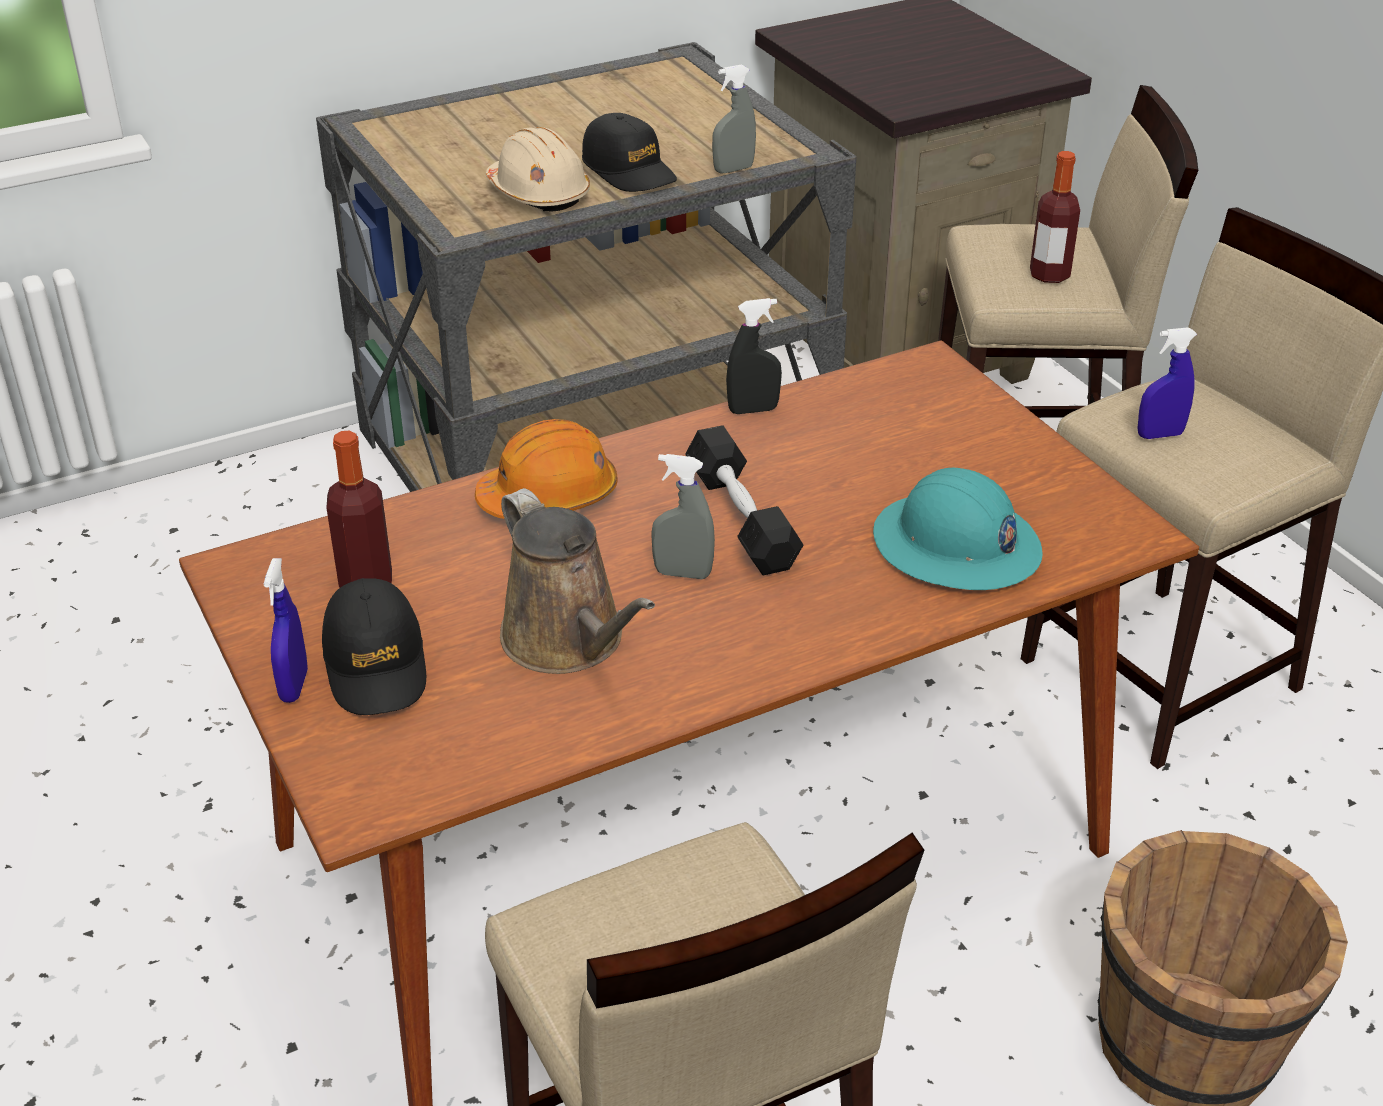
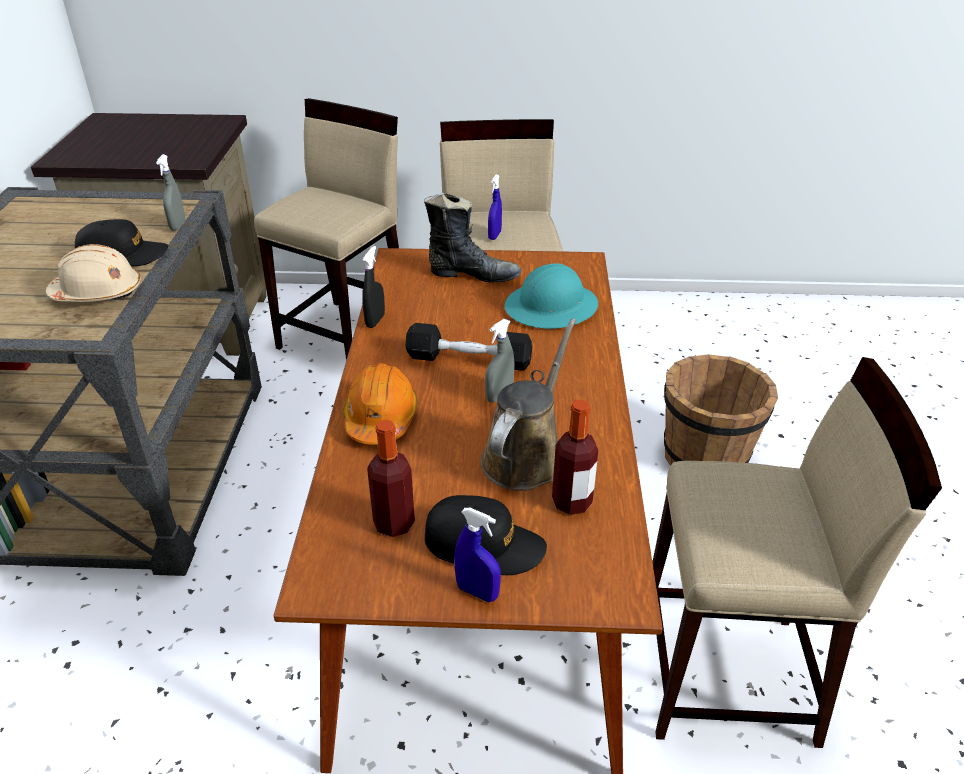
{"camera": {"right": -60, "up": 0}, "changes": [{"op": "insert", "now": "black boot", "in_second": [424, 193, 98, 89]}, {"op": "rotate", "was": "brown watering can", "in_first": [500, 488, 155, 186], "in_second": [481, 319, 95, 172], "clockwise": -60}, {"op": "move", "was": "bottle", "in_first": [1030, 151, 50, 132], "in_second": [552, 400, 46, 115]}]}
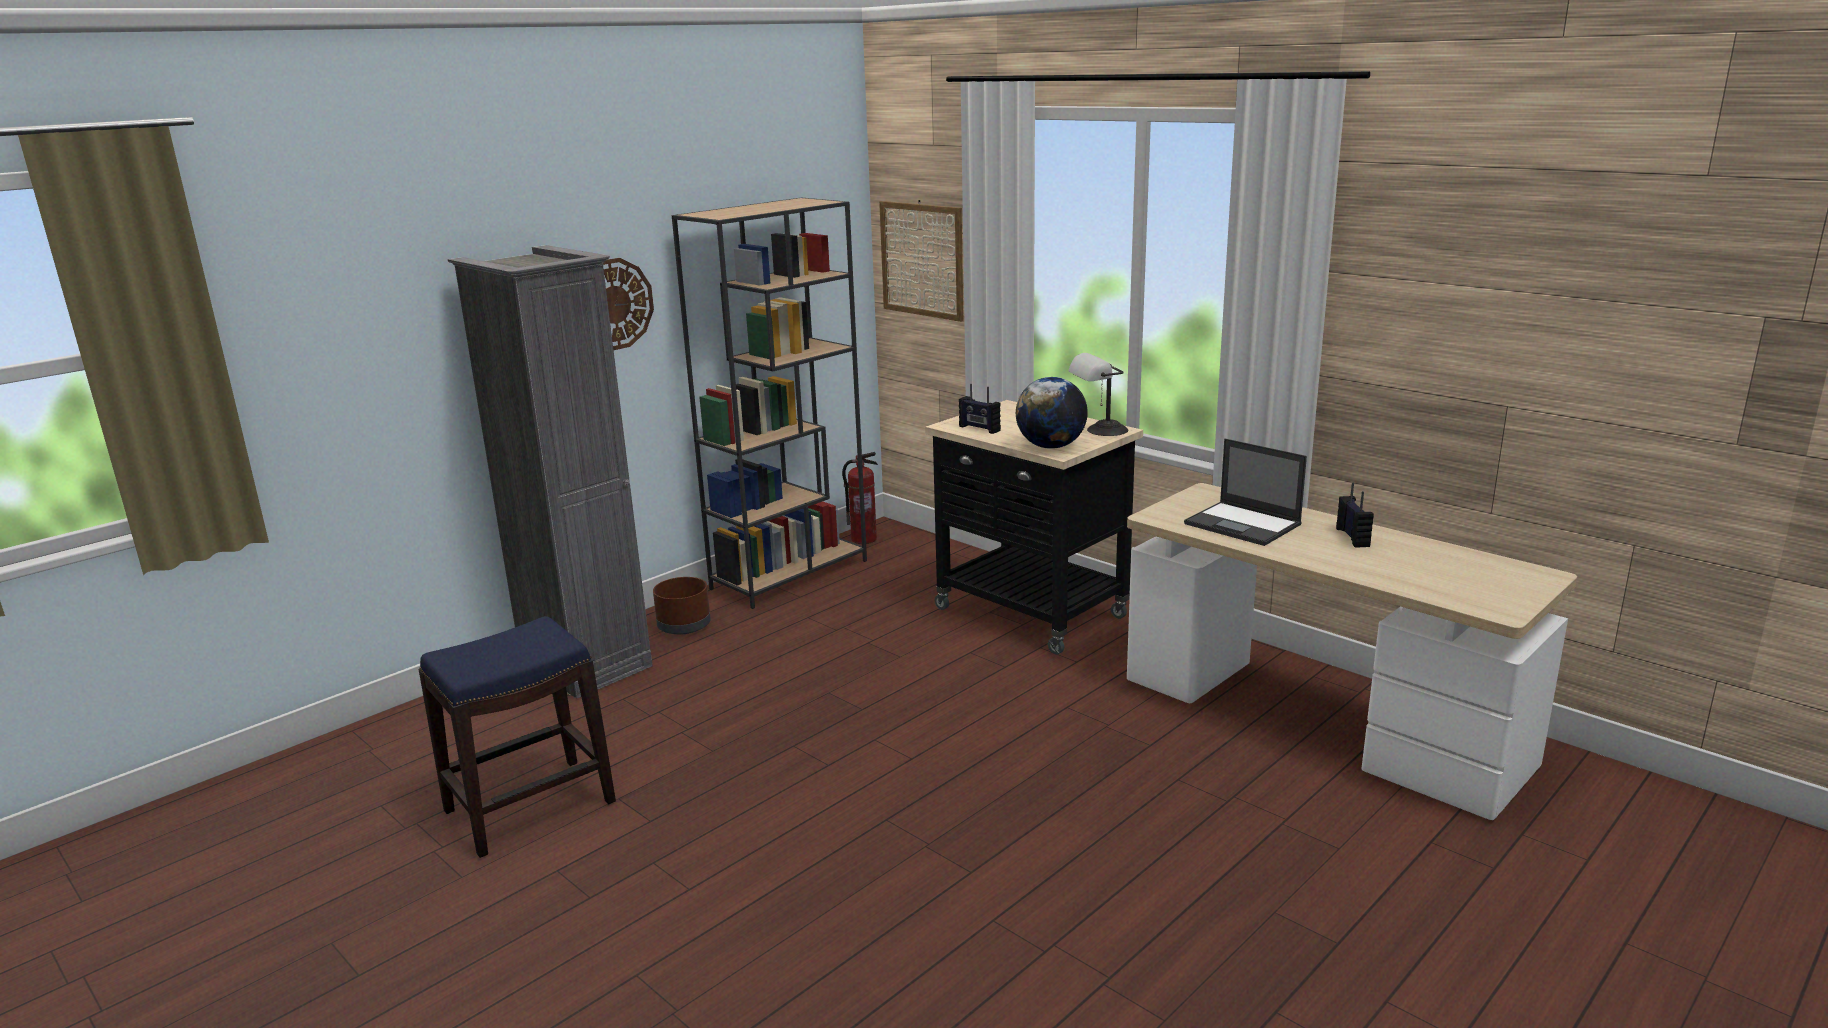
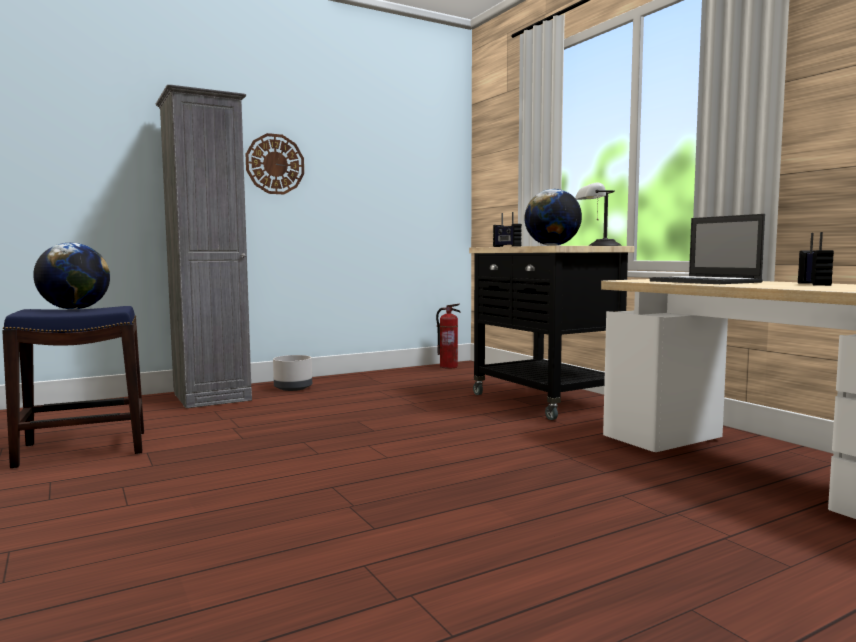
{"camera": {"right": 15, "up": -15}, "changes": [{"op": "insert", "now": "globe", "in_second": [33, 243, 77, 67]}, {"op": "recolor", "was": "brown planter", "now": "grey planter", "in_first": [653, 577, 58, 58], "in_second": [273, 355, 39, 36]}, {"op": "delete", "was": "bookcase", "in_first": [672, 198, 195, 411]}, {"op": "delete", "was": "picture", "in_first": [879, 200, 84, 122]}]}
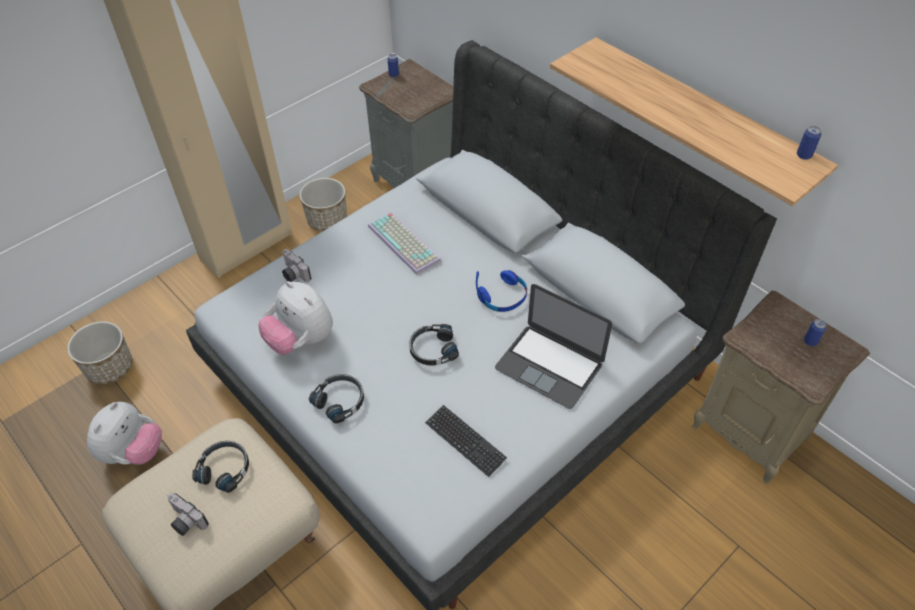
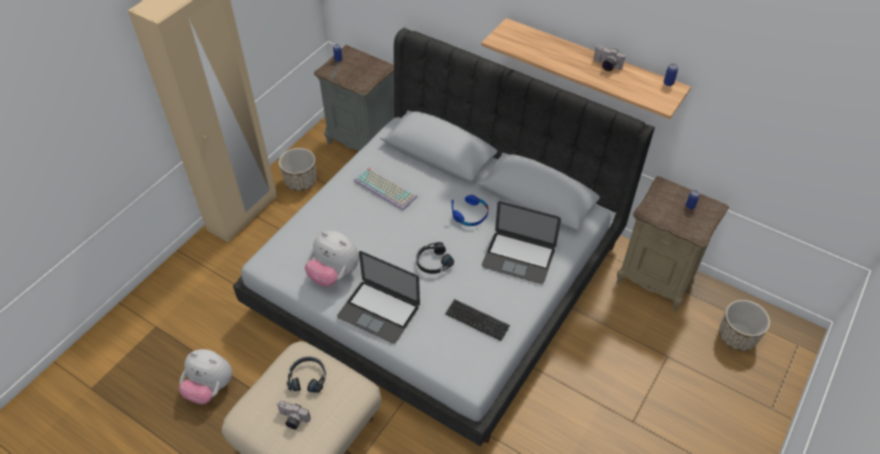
{"camera": {"right": -15, "up": 0}, "changes": [{"op": "rotate", "was": "plush toy", "in_first": [87, 402, 75, 63], "in_second": [179, 349, 53, 55], "clockwise": 105}, {"op": "replace", "was": "black headphones", "now": "laptop", "in_first": [309, 374, 55, 50], "in_second": [337, 251, 83, 93]}, {"op": "move", "was": "photo camera", "in_first": [282, 249, 29, 33], "in_second": [594, 45, 31, 26]}, {"op": "move", "was": "planter", "in_first": [67, 321, 65, 63], "in_second": [719, 300, 51, 51]}]}
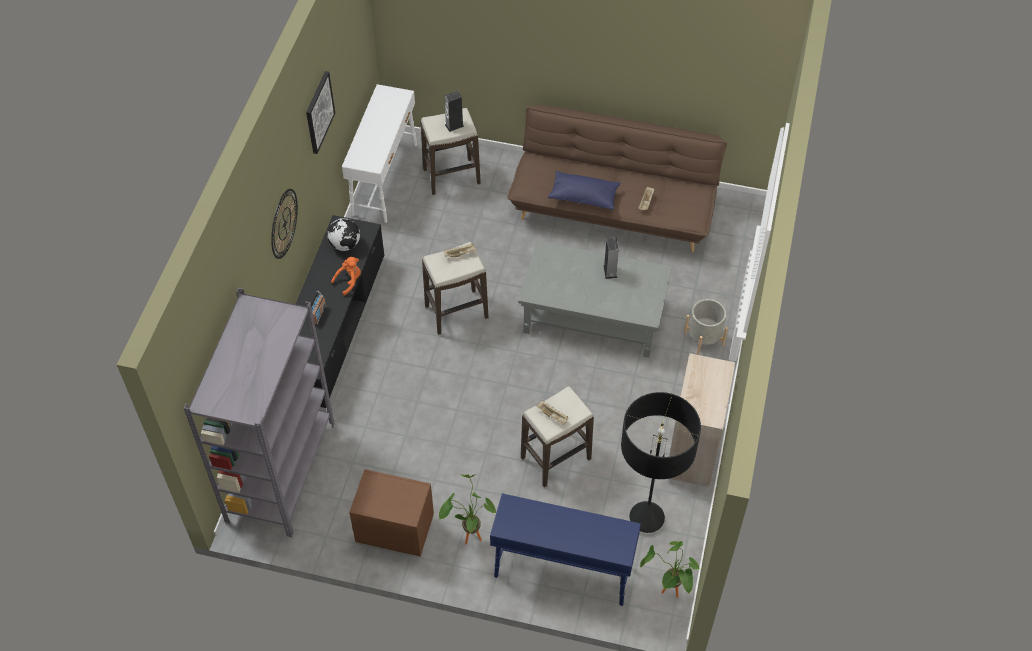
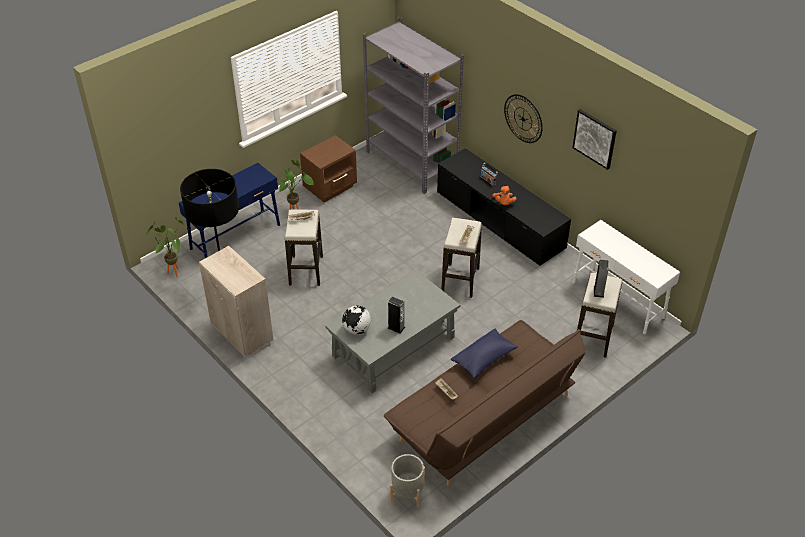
{"camera": {"right": 125, "up": -10}, "changes": [{"op": "move", "was": "globe", "in_first": [327, 218, 33, 33], "in_second": [342, 306, 29, 28]}, {"op": "move", "was": "grey planter", "in_first": [684, 299, 44, 56], "in_second": [390, 454, 35, 54]}]}
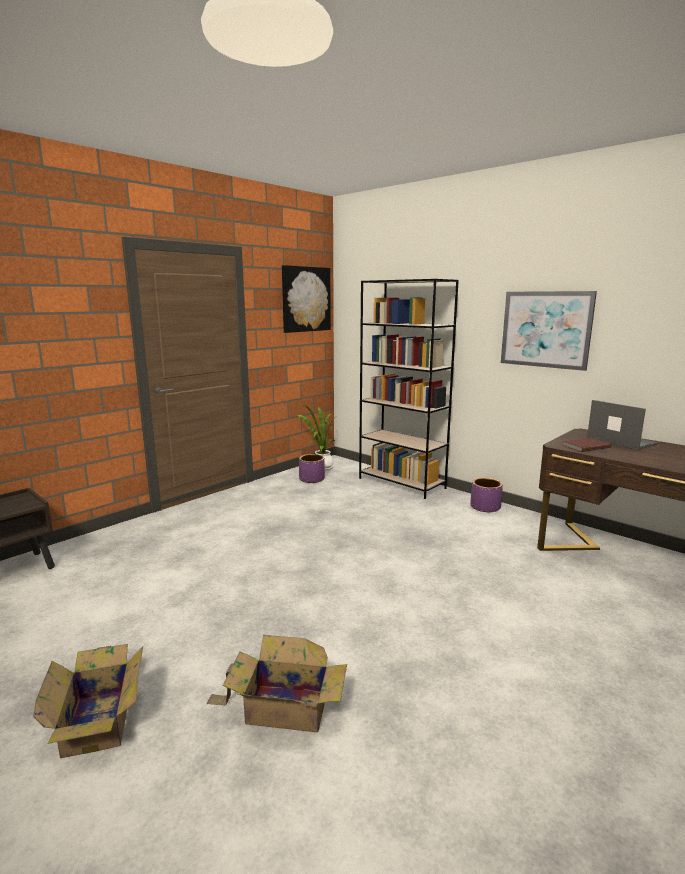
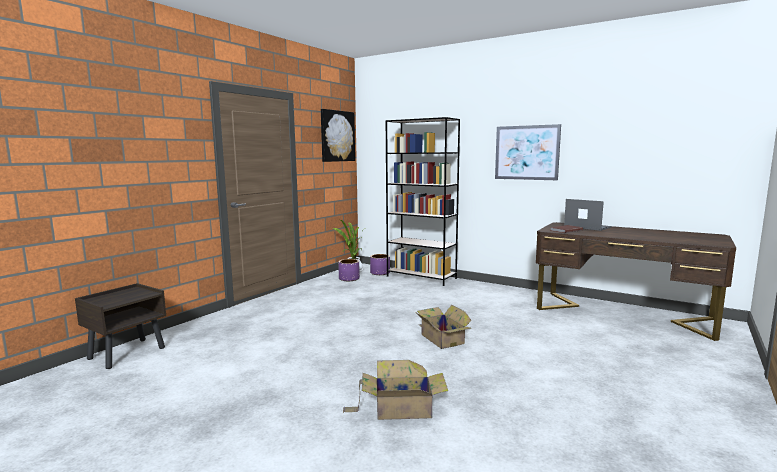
{"camera": {"right": -10, "up": -5}, "changes": [{"op": "move", "was": "purple planter", "in_first": [470, 478, 33, 34], "in_second": [370, 254, 20, 21]}, {"op": "move", "was": "cardboard box", "in_first": [33, 644, 110, 114], "in_second": [414, 305, 57, 44]}]}
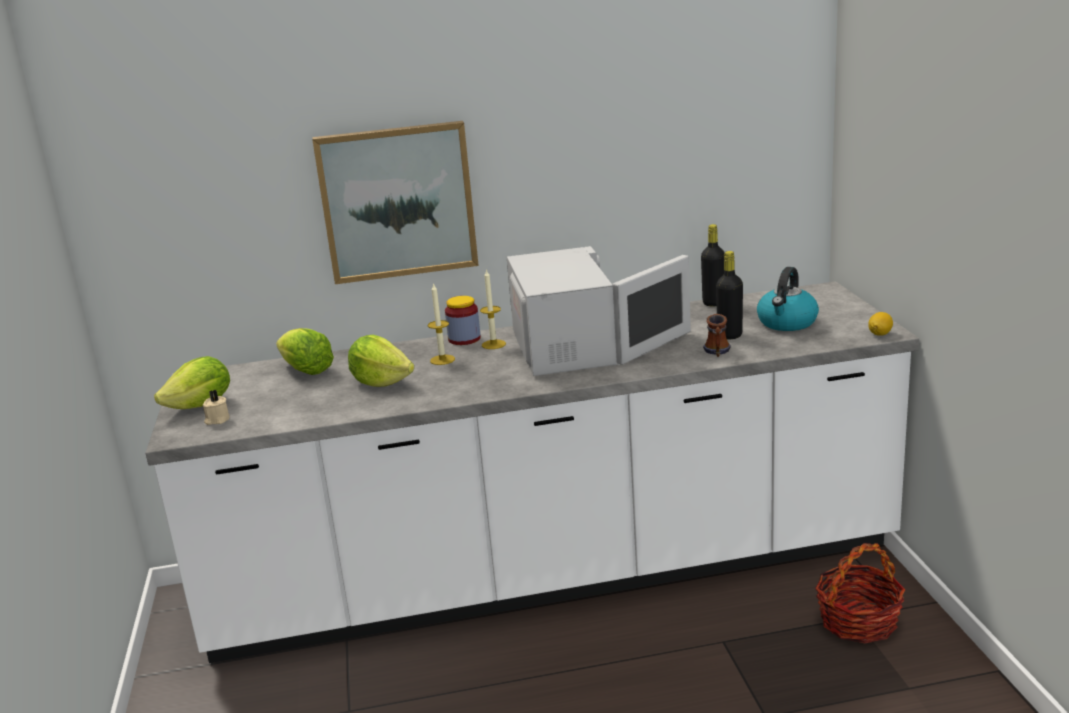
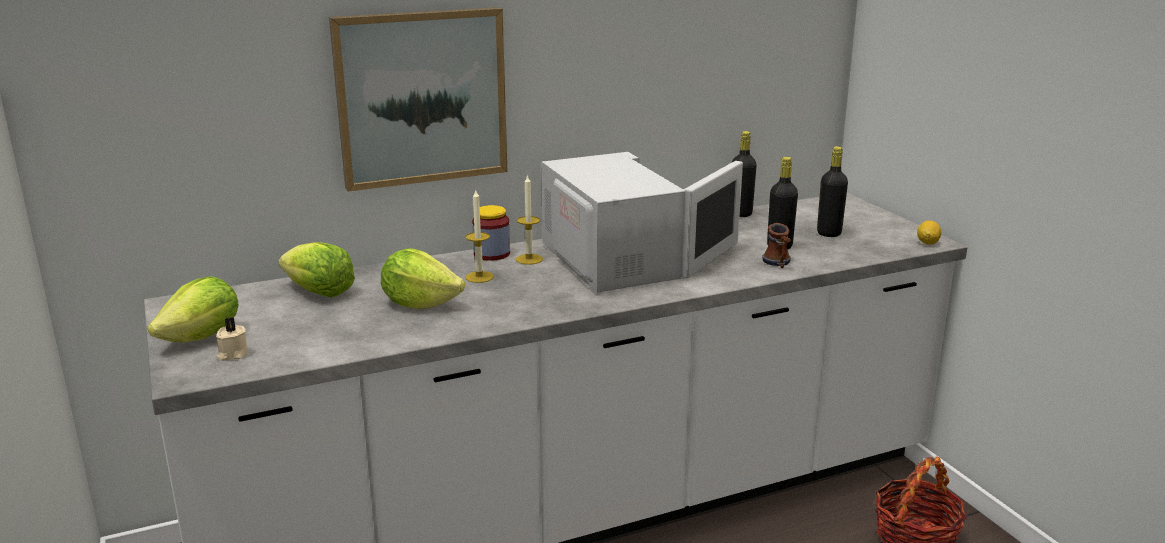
{"camera": {"right": -15, "up": 0}, "changes": [{"op": "replace", "was": "kettle", "now": "black bottle", "in_first": [757, 267, 62, 64], "in_second": [817, 146, 31, 91]}]}
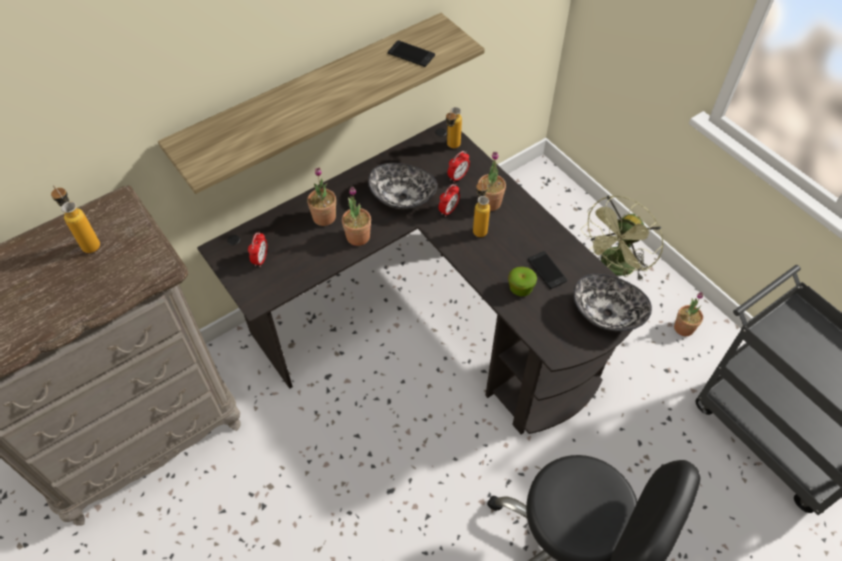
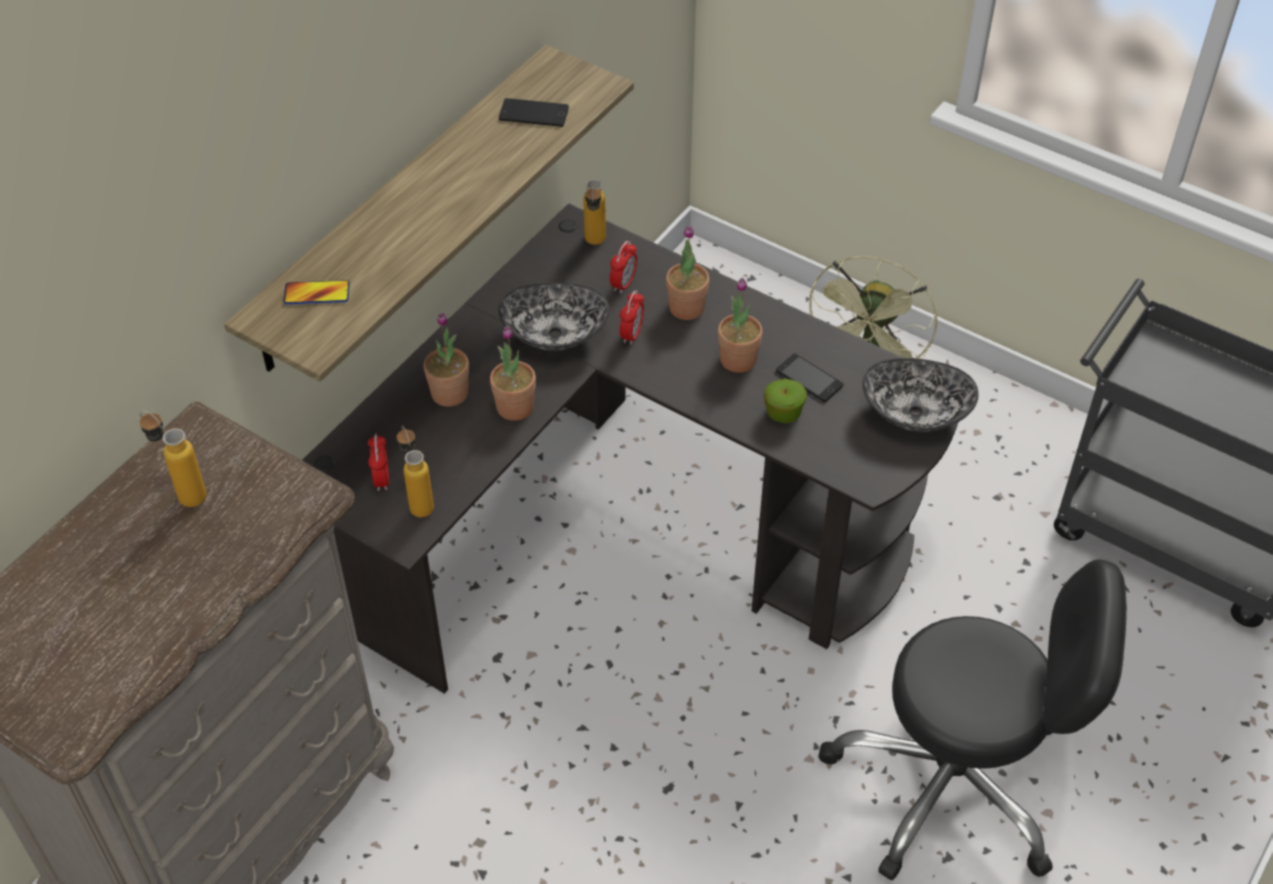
{"camera": {"right": -20, "up": -5}, "changes": [{"op": "insert", "now": "phone", "in_second": [283, 280, 67, 24]}, {"op": "move", "was": "bottle", "in_first": [473, 180, 17, 57], "in_second": [397, 425, 37, 92]}, {"op": "move", "was": "potted plant", "in_first": [674, 292, 29, 44], "in_second": [718, 278, 45, 95]}]}
